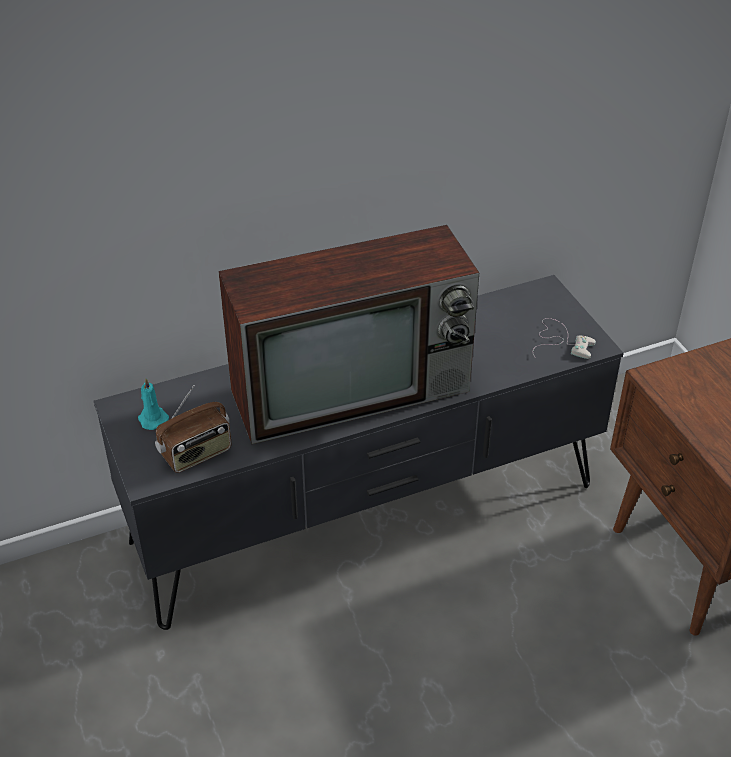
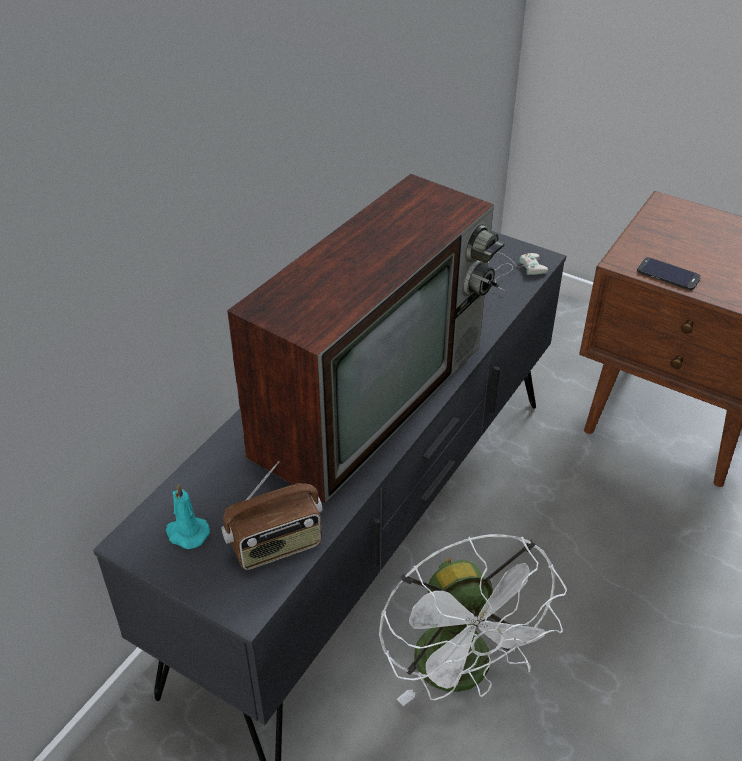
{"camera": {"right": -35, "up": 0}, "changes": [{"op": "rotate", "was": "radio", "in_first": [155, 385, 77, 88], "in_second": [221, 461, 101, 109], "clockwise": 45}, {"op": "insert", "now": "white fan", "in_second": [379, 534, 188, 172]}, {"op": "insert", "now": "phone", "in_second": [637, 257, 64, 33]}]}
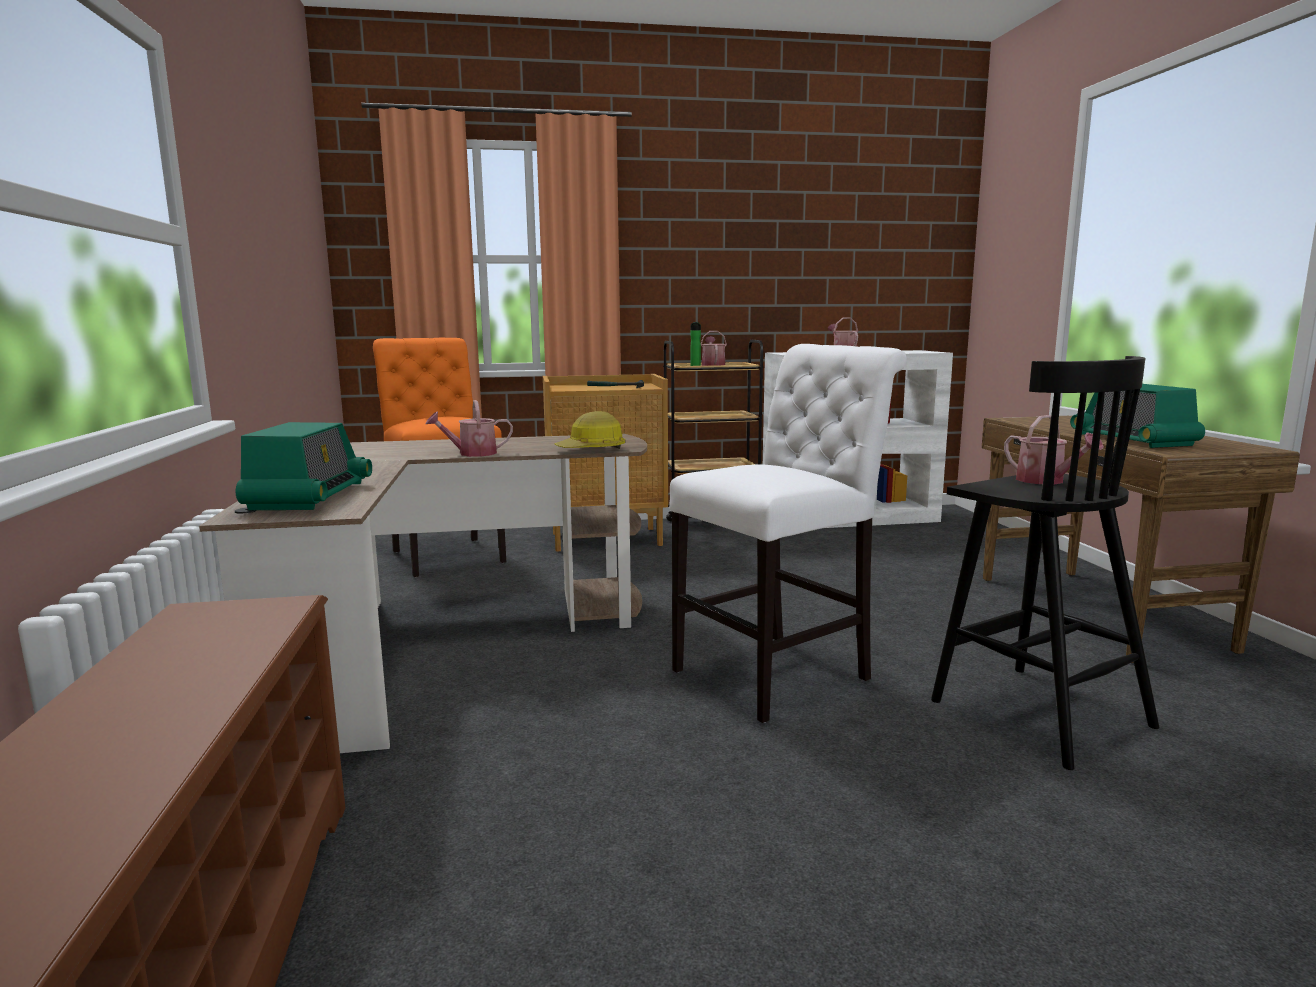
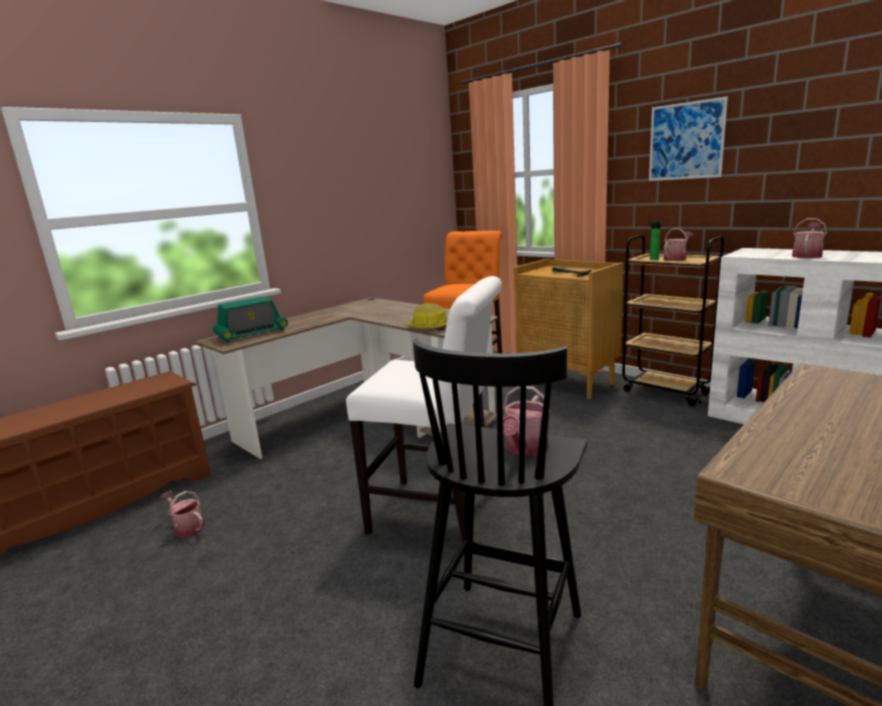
{"camera": {"right": 55, "up": 5}, "changes": [{"op": "move", "was": "watering can", "in_first": [426, 400, 87, 57], "in_second": [160, 490, 45, 48]}, {"op": "insert", "now": "picture", "in_second": [649, 96, 79, 85]}, {"op": "delete", "was": "radio", "in_first": [1070, 384, 135, 64]}]}
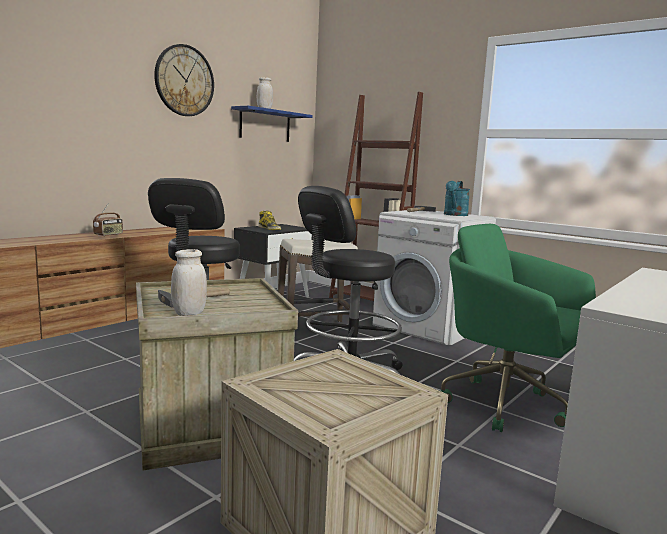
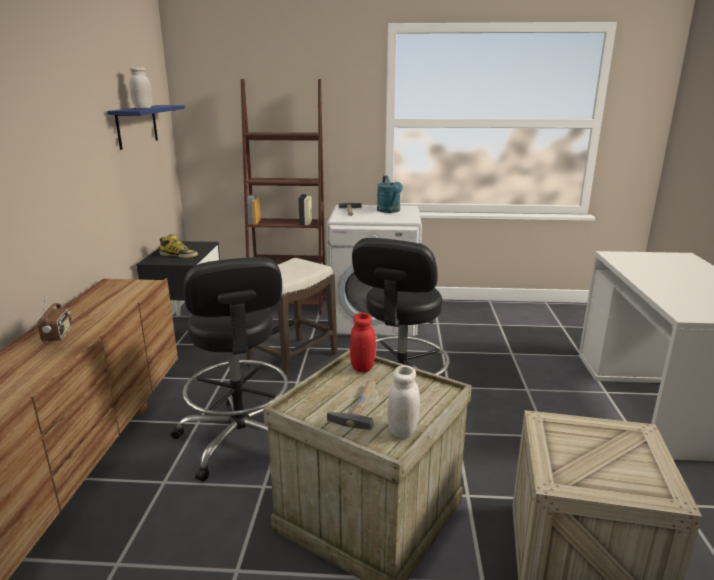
{"camera": {"right": -35, "up": 10}, "changes": [{"op": "insert", "now": "red jar", "in_second": [350, 313, 26, 59]}, {"op": "delete", "was": "wall clock", "in_first": [154, 44, 60, 72]}, {"op": "delete", "was": "green office chair", "in_first": [441, 224, 155, 208]}]}
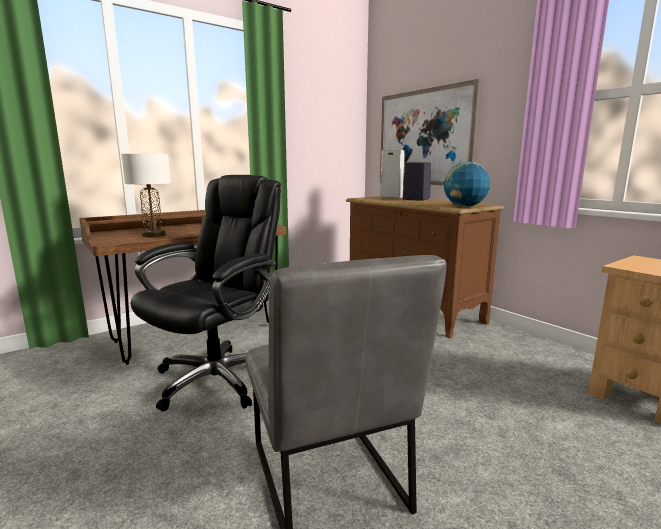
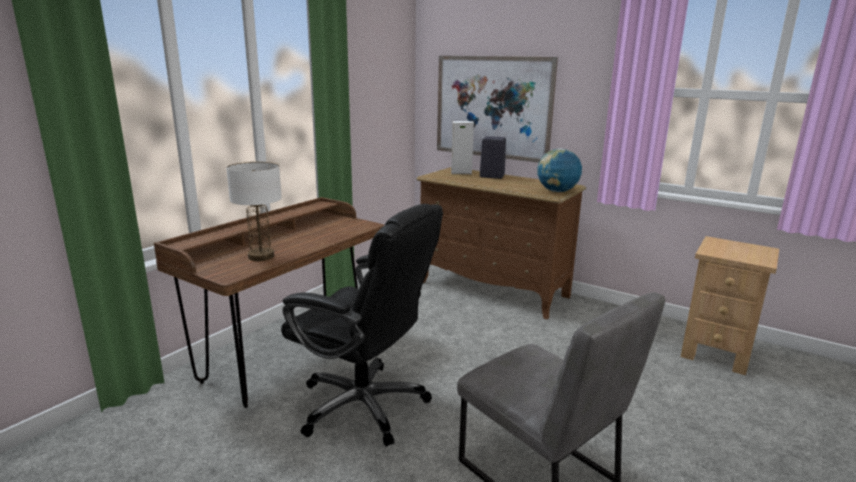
{"camera": {"right": -20, "up": 5}, "changes": [{"op": "rotate", "was": "black office chair", "in_first": [131, 175, 150, 237], "in_second": [281, 204, 162, 243], "clockwise": 105}]}
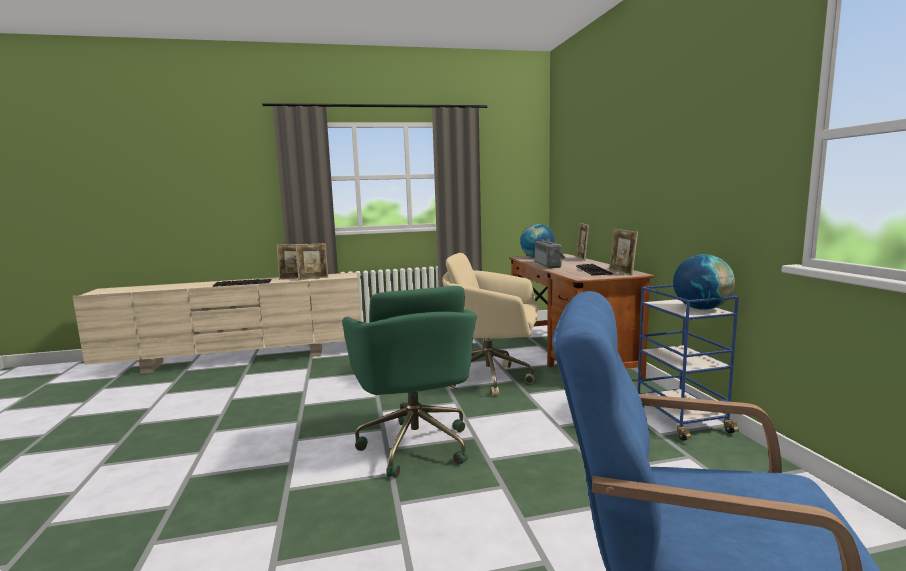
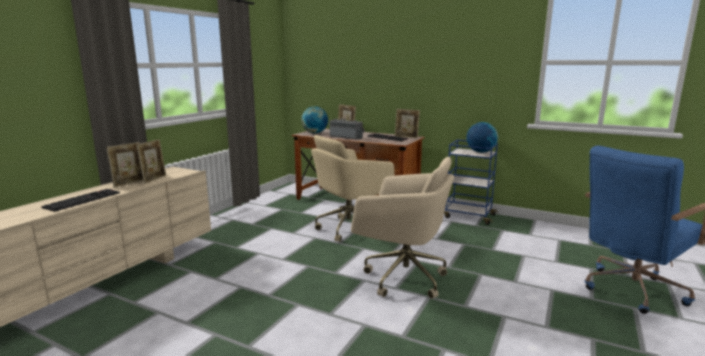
{"camera": {"right": -50, "up": 5}, "changes": [{"op": "recolor", "was": "green office chair", "now": "beige office chair", "in_first": [343, 286, 133, 192], "in_second": [351, 157, 103, 142]}]}
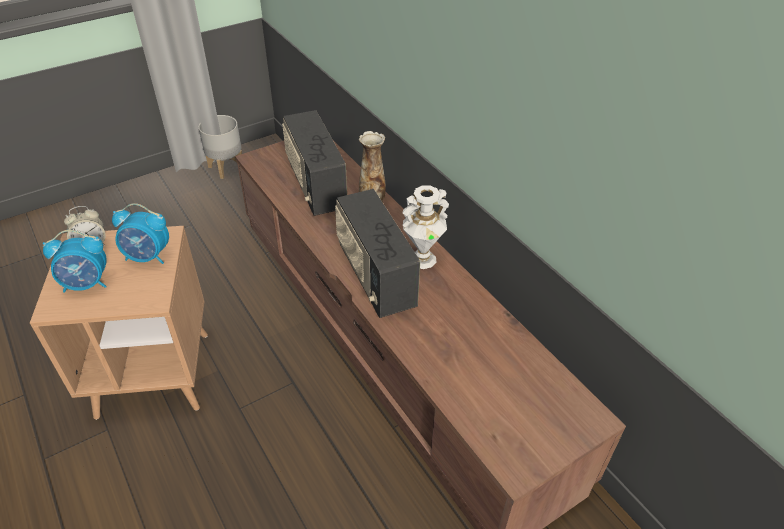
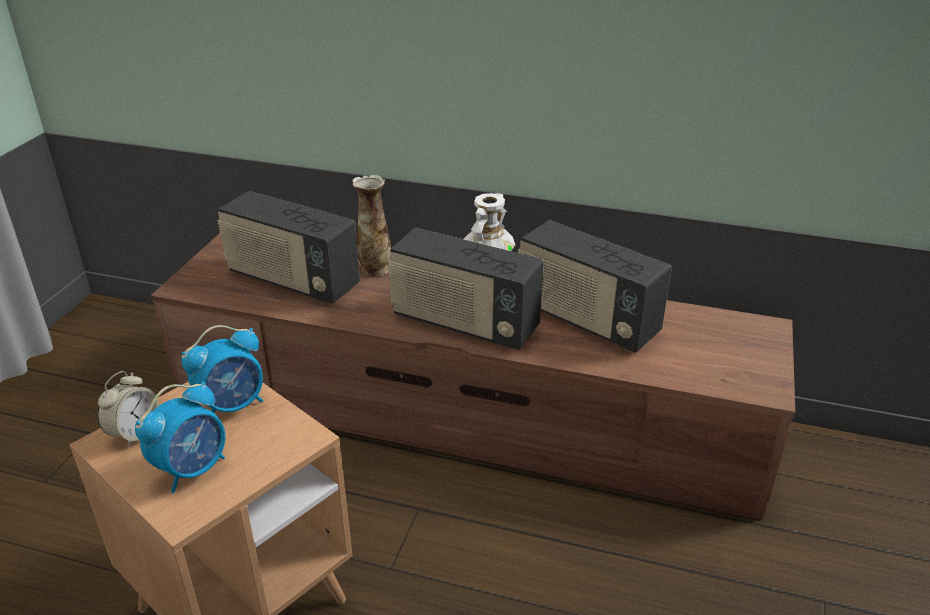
{"camera": {"right": -40, "up": -10}, "changes": [{"op": "insert", "now": "radio", "in_second": [518, 220, 154, 133]}, {"op": "delete", "was": "grey planter", "in_first": [198, 115, 44, 64]}]}
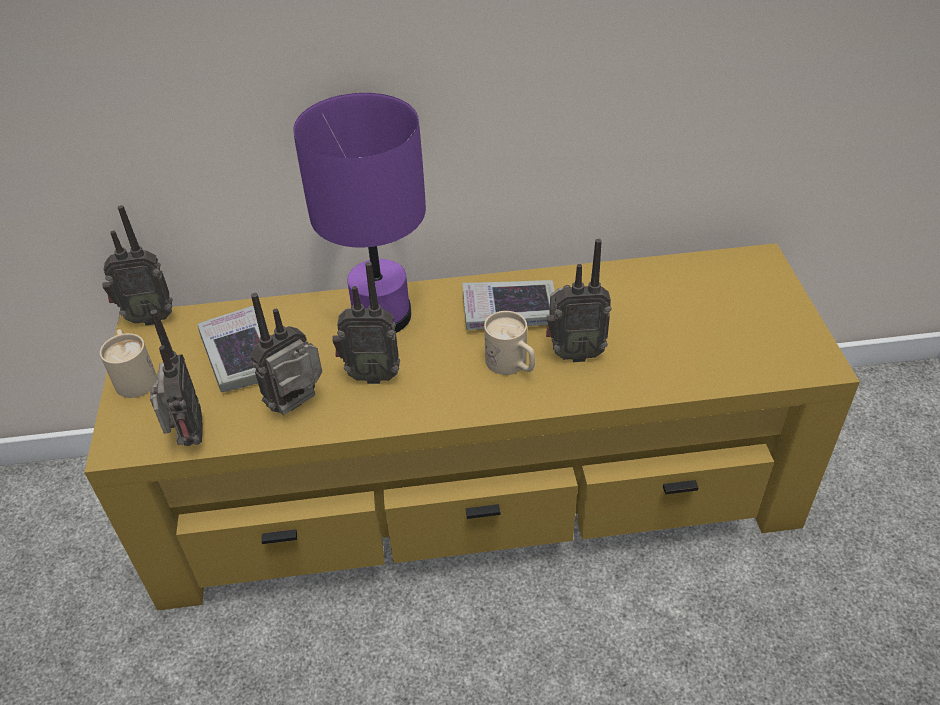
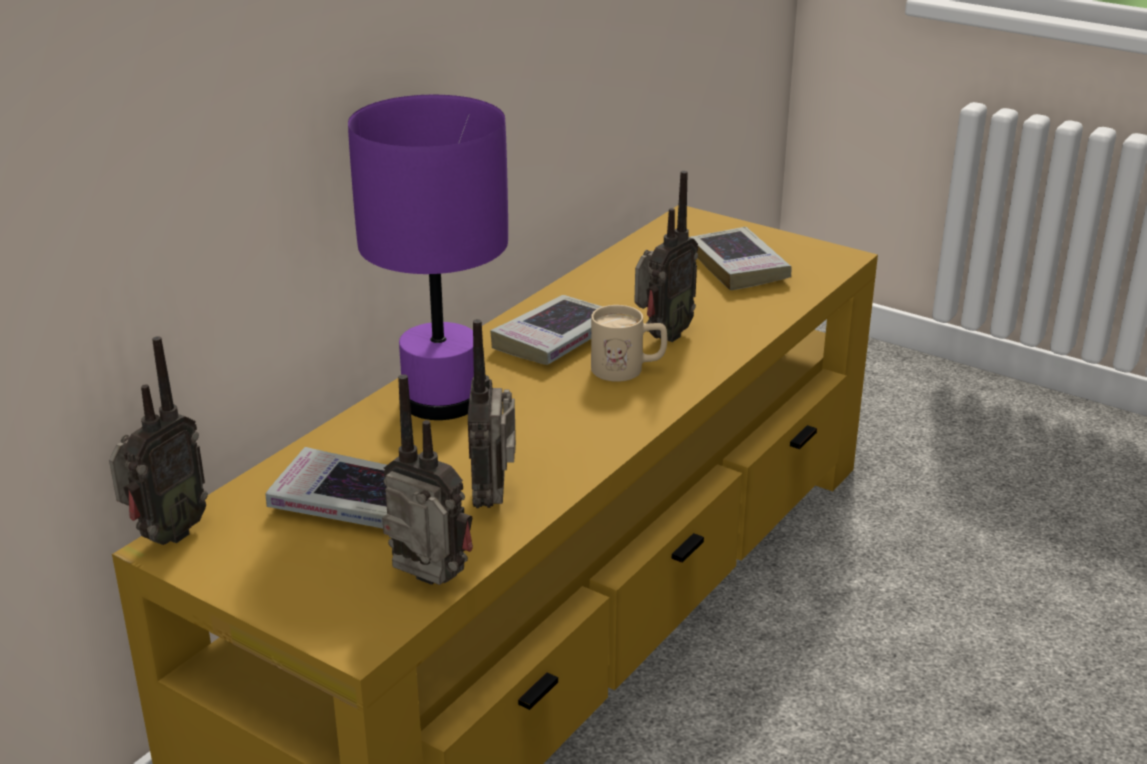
{"camera": {"right": -50, "up": -15}, "changes": [{"op": "insert", "now": "book", "in_second": [690, 227, 101, 63]}, {"op": "delete", "was": "beige mug", "in_first": [100, 329, 57, 69]}, {"op": "delete", "was": "radio", "in_first": [332, 262, 68, 122]}]}
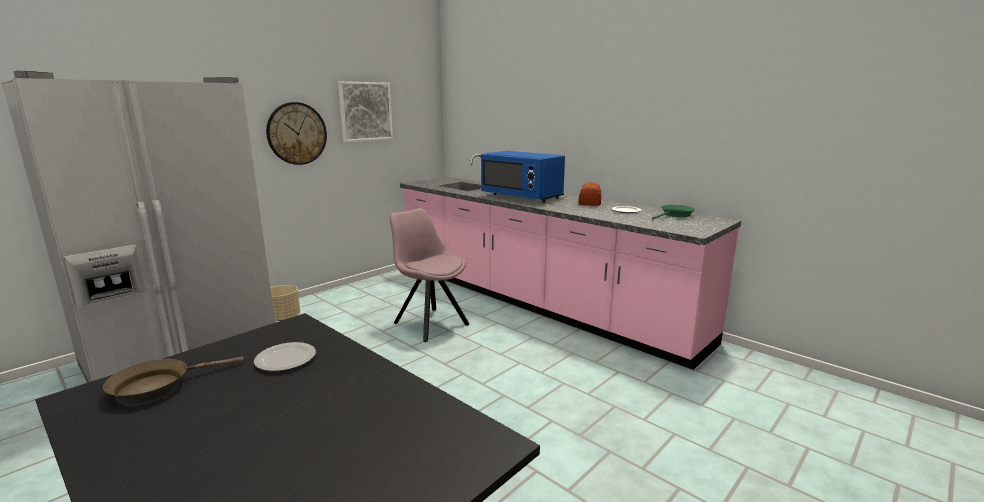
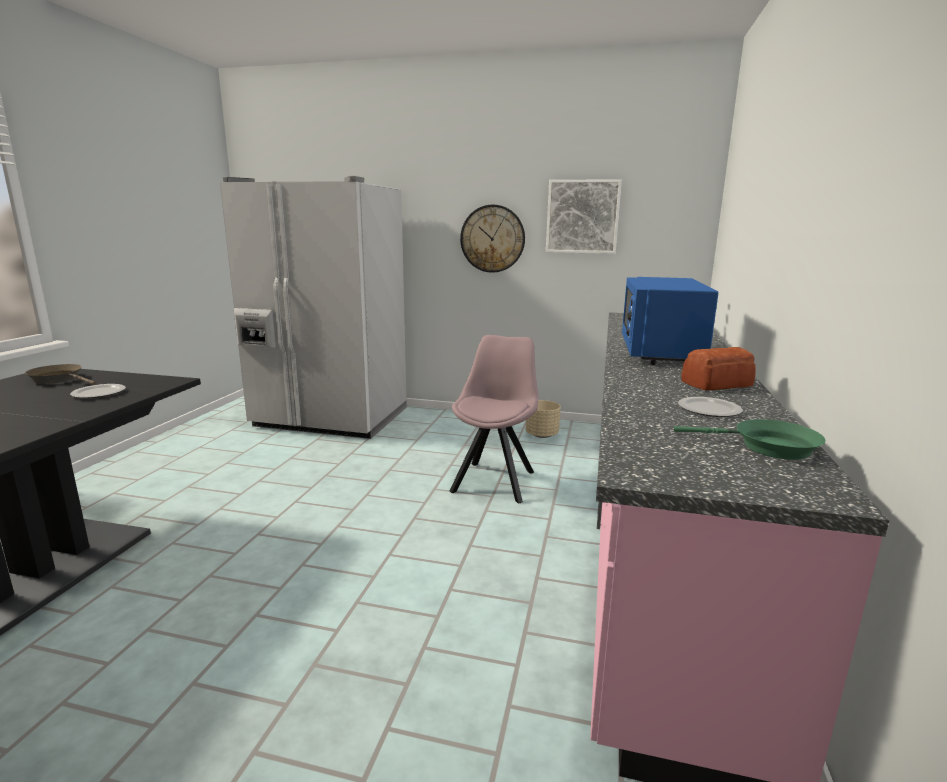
{"camera": {"right": 60, "up": 0}, "changes": [{"op": "move", "was": "beige planter", "in_first": [271, 285, 29, 36], "in_second": [526, 400, 35, 38]}]}
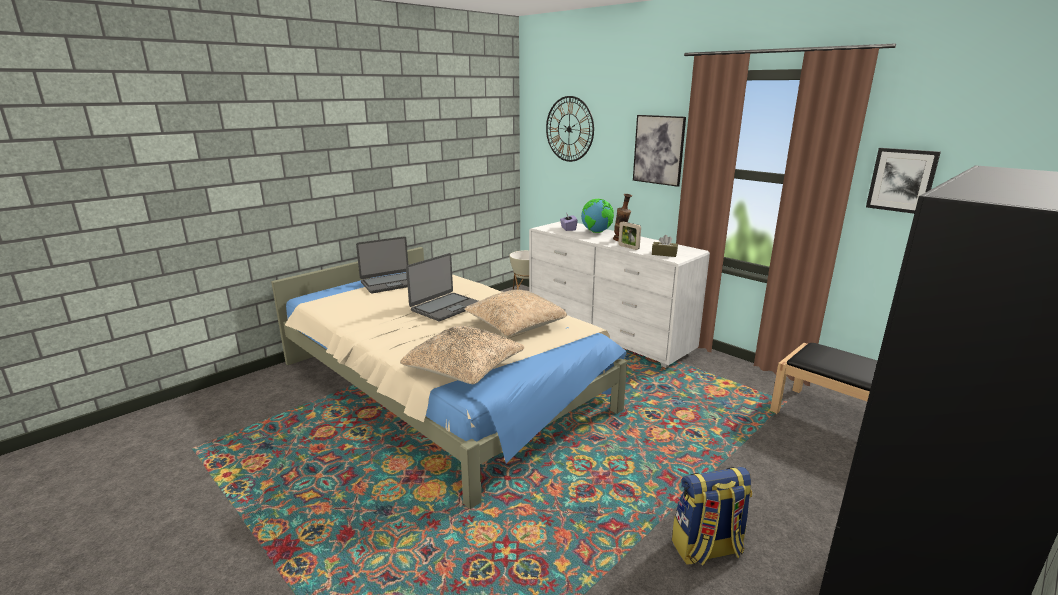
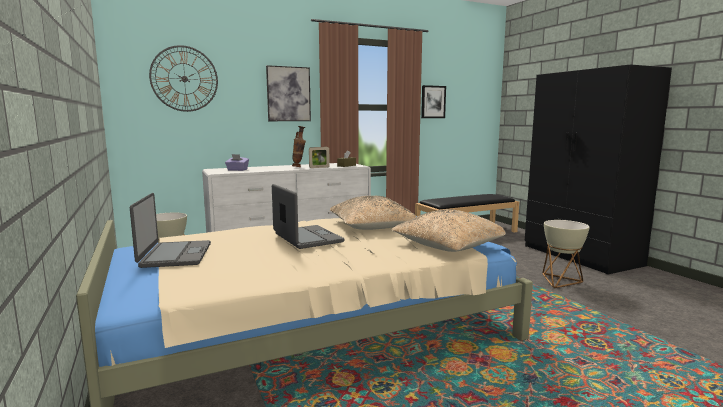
{"camera": {"right": -70, "up": -10}, "changes": [{"op": "replace", "was": "backpack", "now": "planter", "in_first": [672, 467, 80, 98], "in_second": [542, 220, 48, 68]}, {"op": "delete", "was": "globe", "in_first": [581, 199, 33, 34]}]}
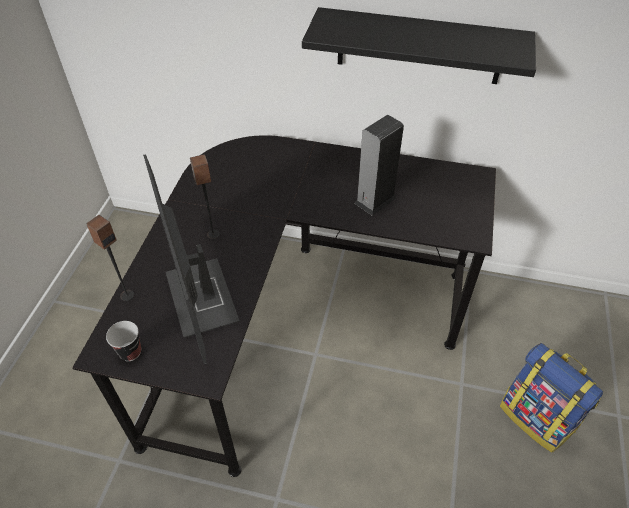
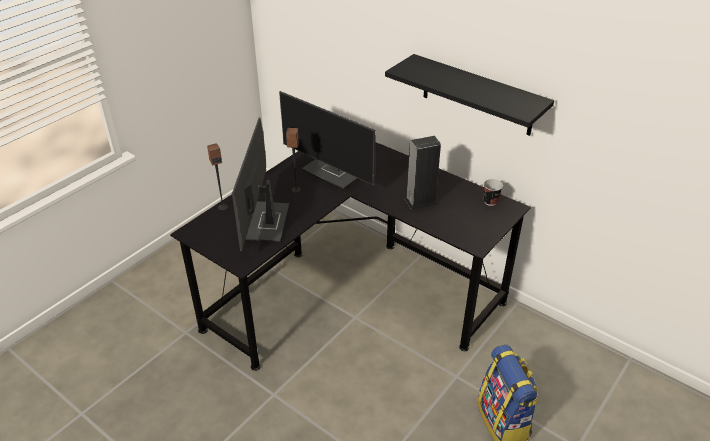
{"camera": {"right": 25, "up": -10}, "changes": [{"op": "insert", "now": "monitor", "in_second": [279, 91, 97, 98]}, {"op": "move", "was": "cup", "in_first": [106, 321, 35, 40], "in_second": [484, 179, 19, 27]}]}
